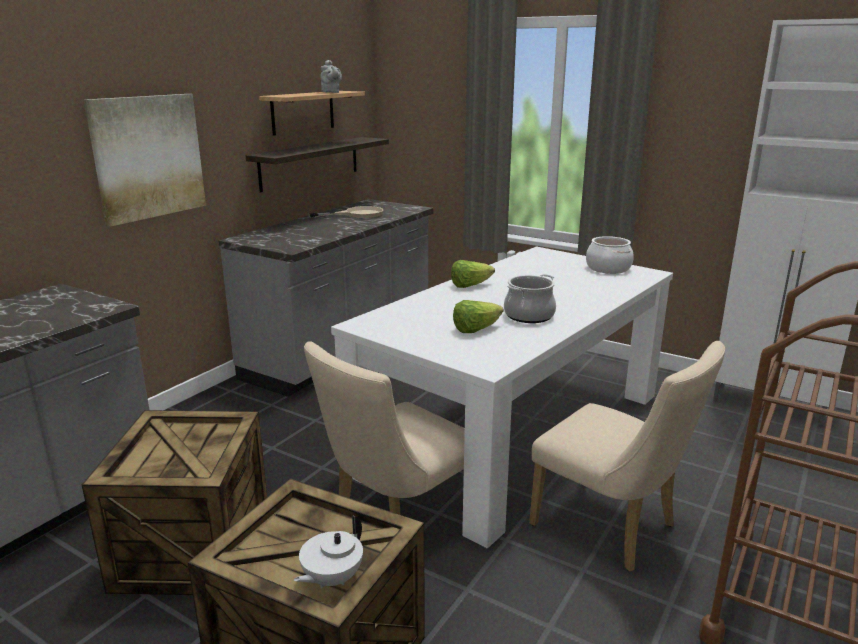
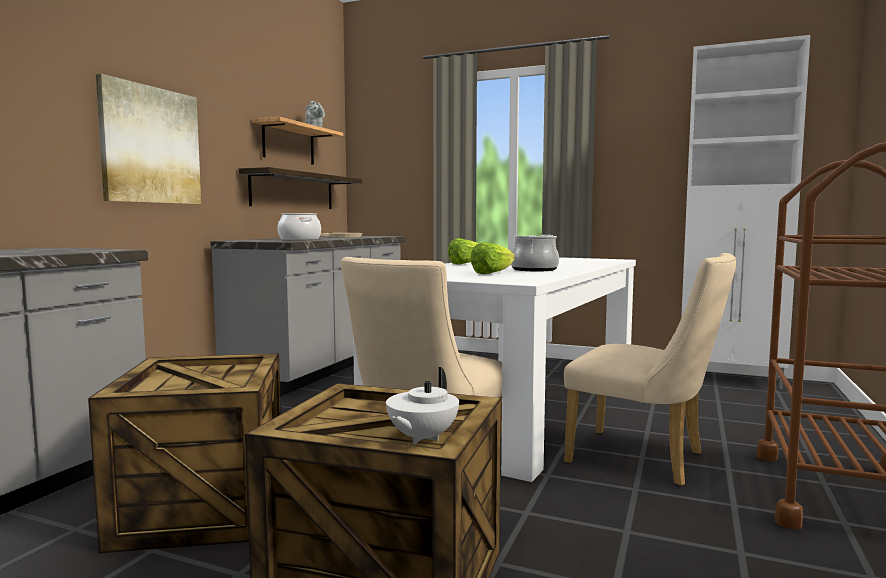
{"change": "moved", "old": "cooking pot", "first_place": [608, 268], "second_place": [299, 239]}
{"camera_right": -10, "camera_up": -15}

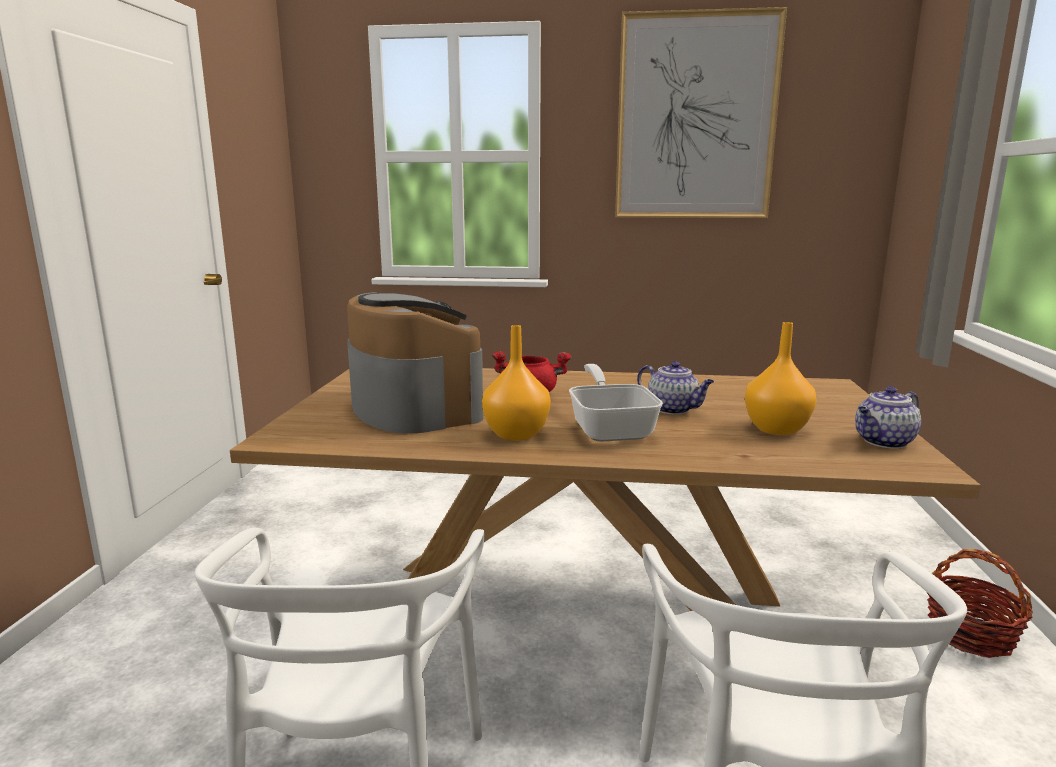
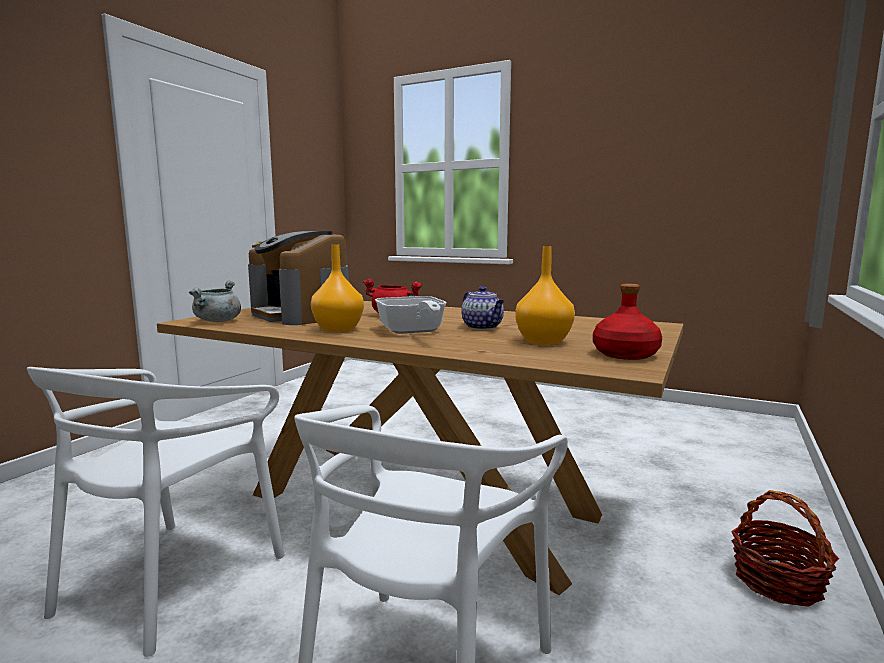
{"change": "added", "new": "cooking pot/gray", "second_place": [218, 321]}
{"change": "turned", "old": "coffee maker", "first_place": [413, 407], "second_place": [302, 315], "degrees": 150}
{"change": "turned", "old": "skillet", "first_place": [610, 428], "second_place": [412, 332], "degrees": 150}
{"change": "replaced", "old": "teapot", "new": "bottle/red", "first_place": [884, 442], "second_place": [625, 354]}
{"change": "removed", "old": "wall art", "first_place": [696, 118]}
{"camera_right": 20, "camera_up": -5}

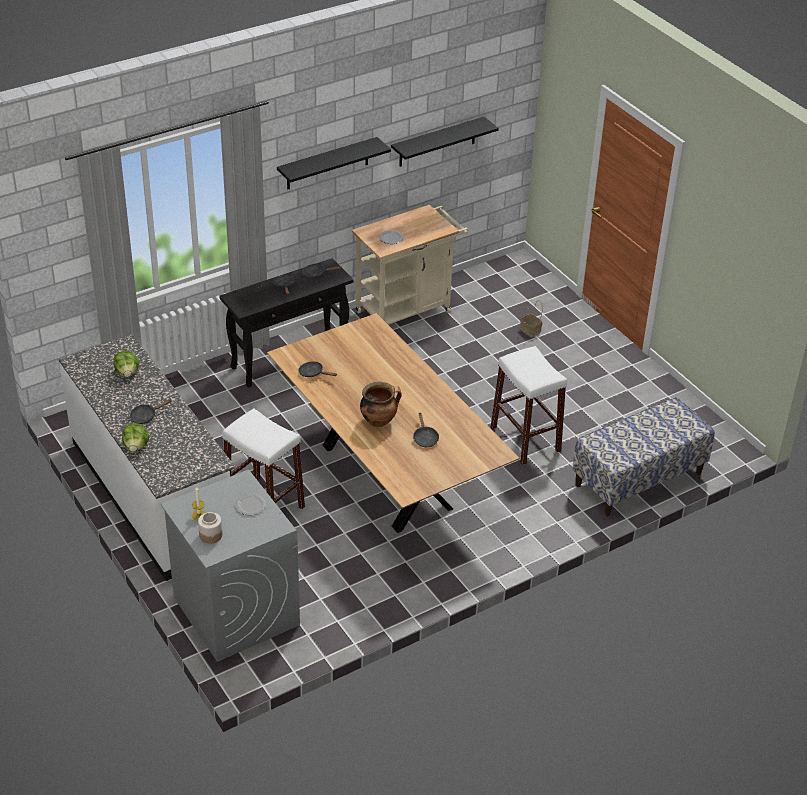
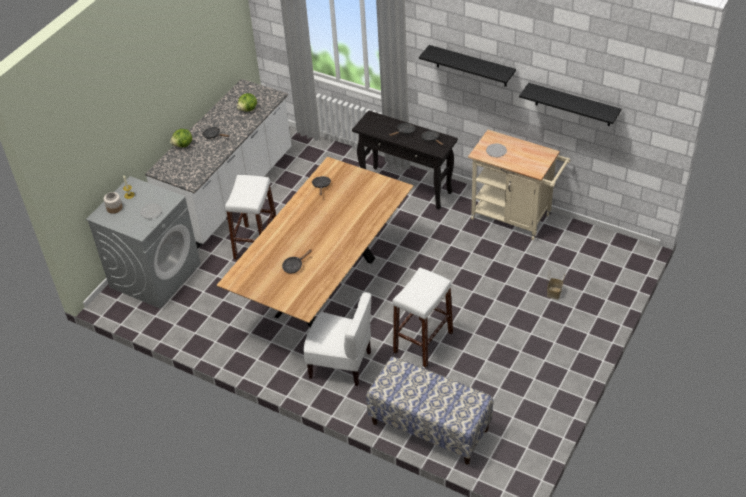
{"change": "added", "new": "plain chair/white-coloured", "second_place": [341, 364]}
{"change": "removed", "old": "cooking pot", "first_place": [379, 421]}
{"camera_right": 65, "camera_up": 5}

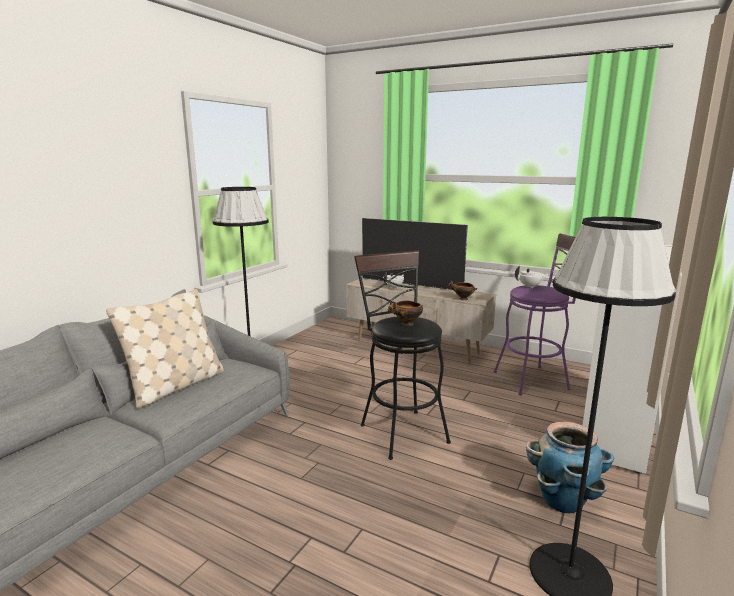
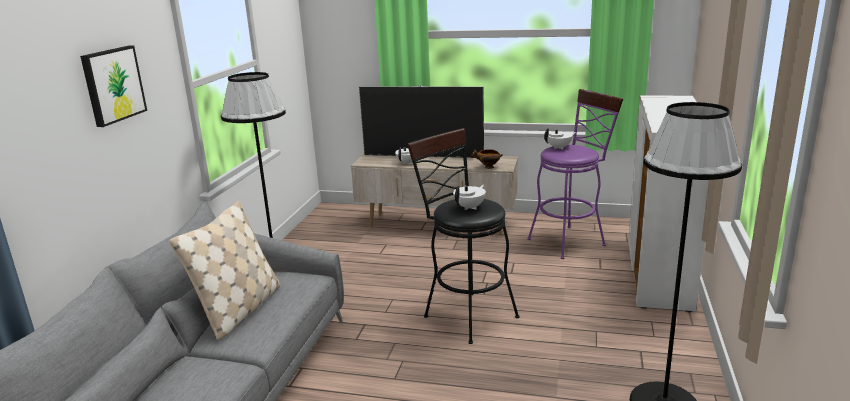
{"change": "added", "new": "wall art", "second_place": [112, 85]}
{"change": "replaced", "old": "bowl", "new": "teapot/white-coloured", "first_place": [406, 324], "second_place": [470, 207]}
{"change": "removed", "old": "planter", "first_place": [562, 501]}
{"camera_right": -15, "camera_up": 5}

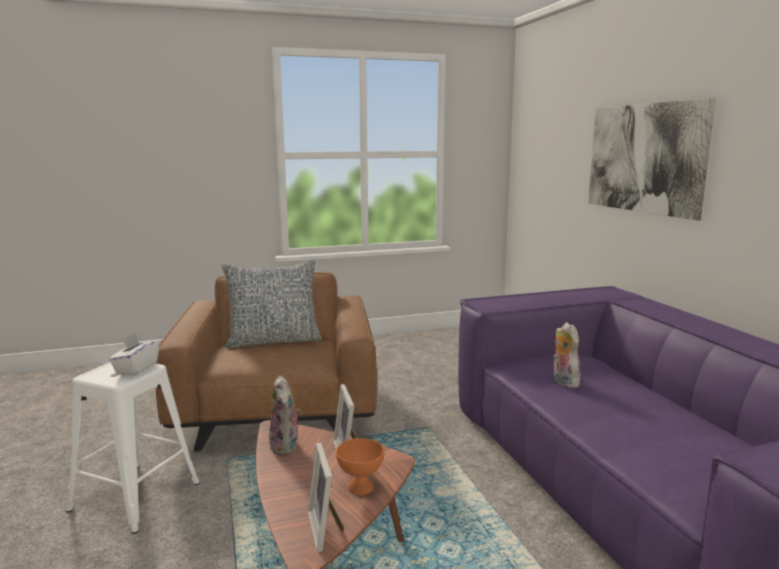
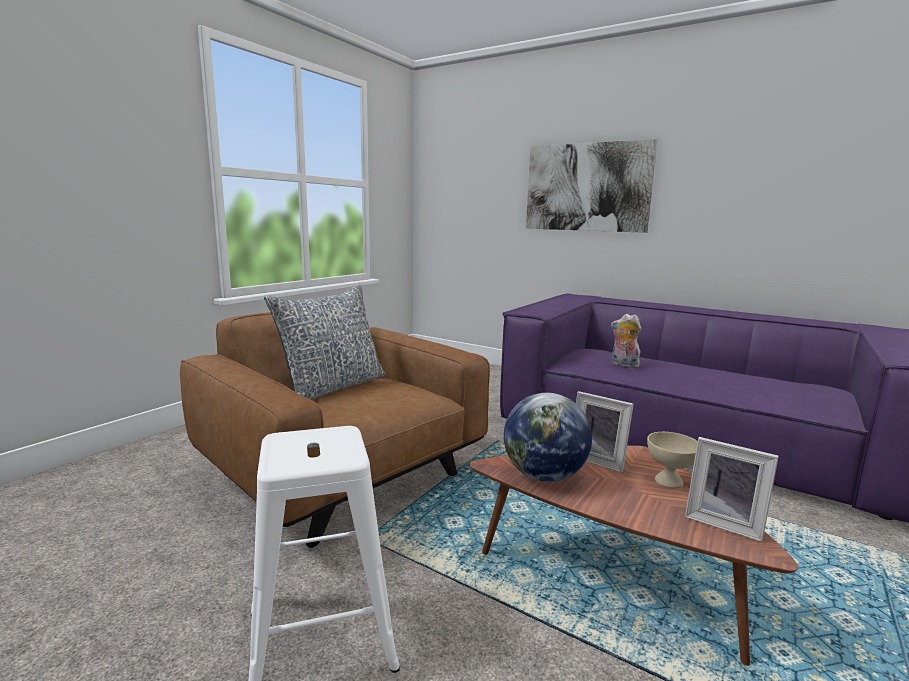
{"change": "replaced", "old": "cuddly toy", "new": "globe", "first_place": [286, 446], "second_place": [543, 476]}
{"change": "recoloured", "old": "bowl/orange-coloured", "new": "bowl/beige-coloured", "first_place": [359, 487], "second_place": [668, 482]}
{"change": "removed", "old": "tissue holder/white-coloured", "first_place": [136, 368]}
{"camera_right": -40, "camera_up": 0}

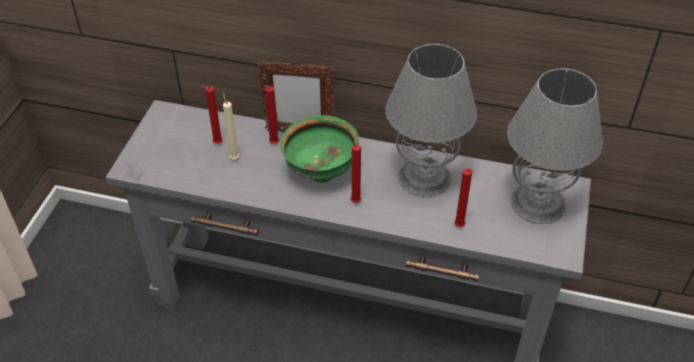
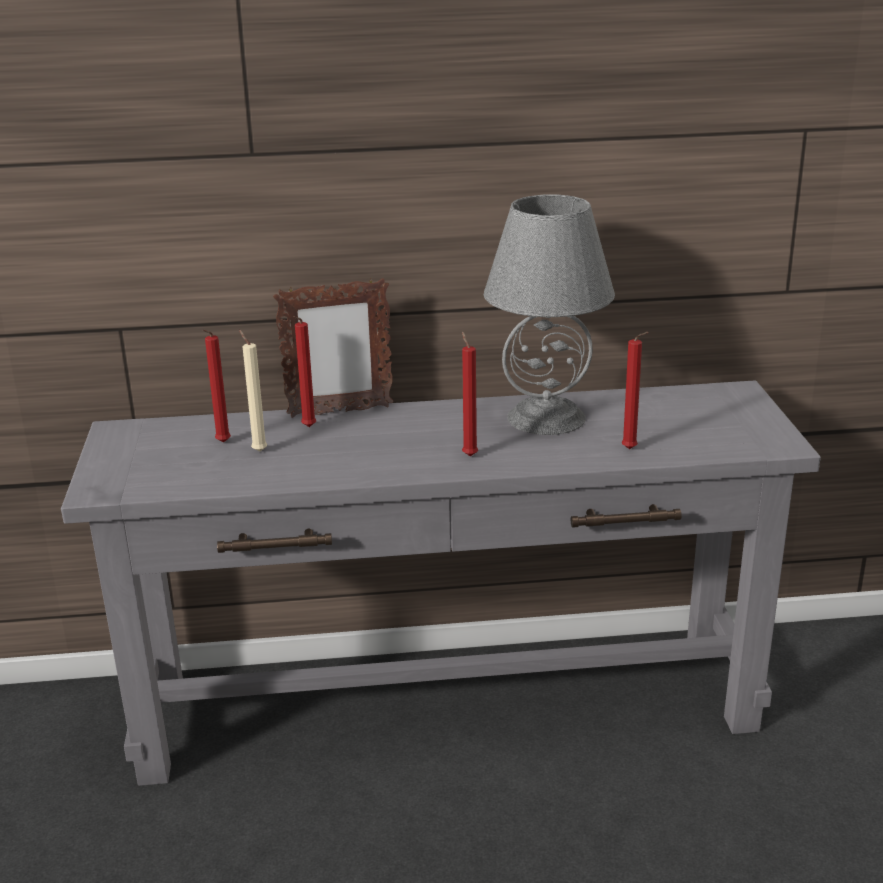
{"change": "removed", "old": "bowl/green", "first_place": [321, 173]}
{"change": "removed", "old": "lamp for a table/gray", "first_place": [538, 202]}
{"camera_right": -20, "camera_up": -20}

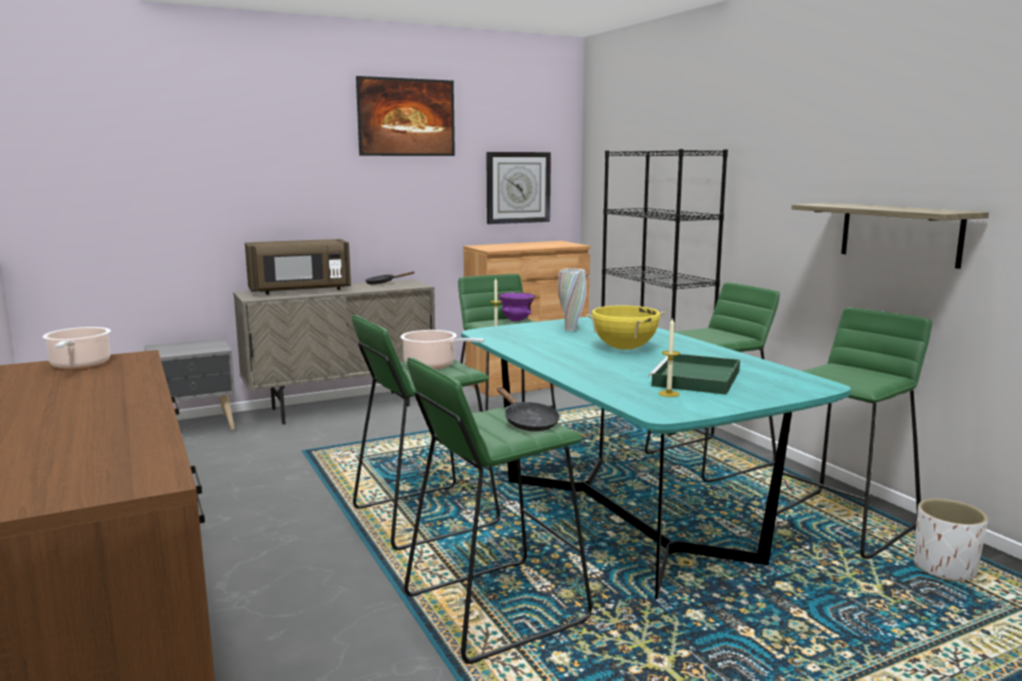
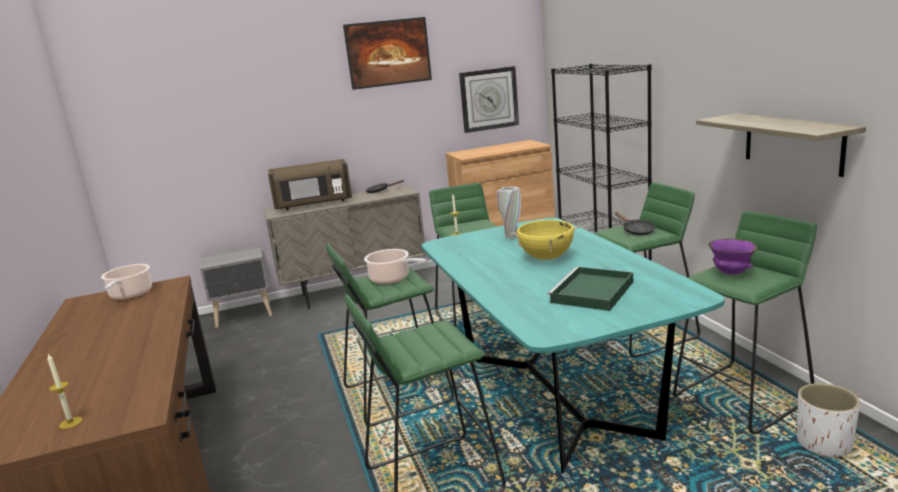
{"change": "moved", "old": "wax candle", "first_place": [668, 393], "second_place": [70, 423]}
{"change": "moved", "old": "skillet/black-coloured", "first_place": [528, 422], "second_place": [636, 231]}
{"change": "moved", "old": "bowl/purplish", "first_place": [516, 321], "second_place": [731, 273]}
{"camera_right": 10, "camera_up": 5}

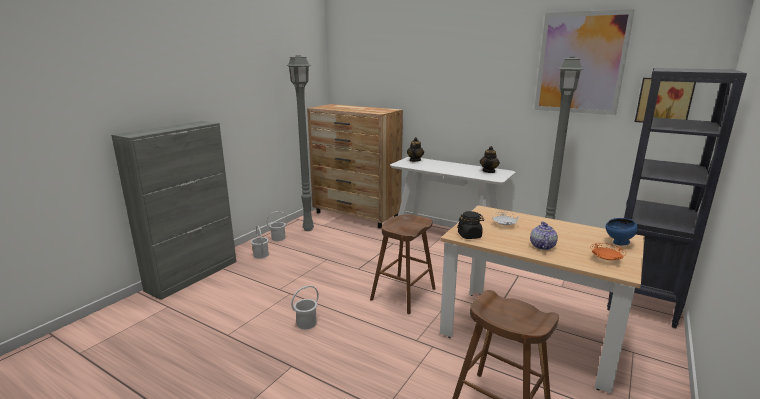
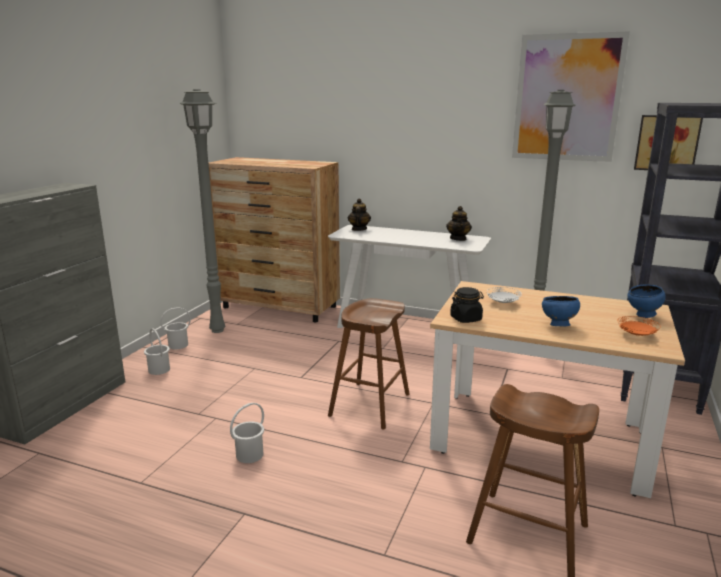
{"change": "replaced", "old": "teapot", "new": "bowl/bluish", "first_place": [542, 246], "second_place": [557, 325]}
{"camera_right": -10, "camera_up": 0}

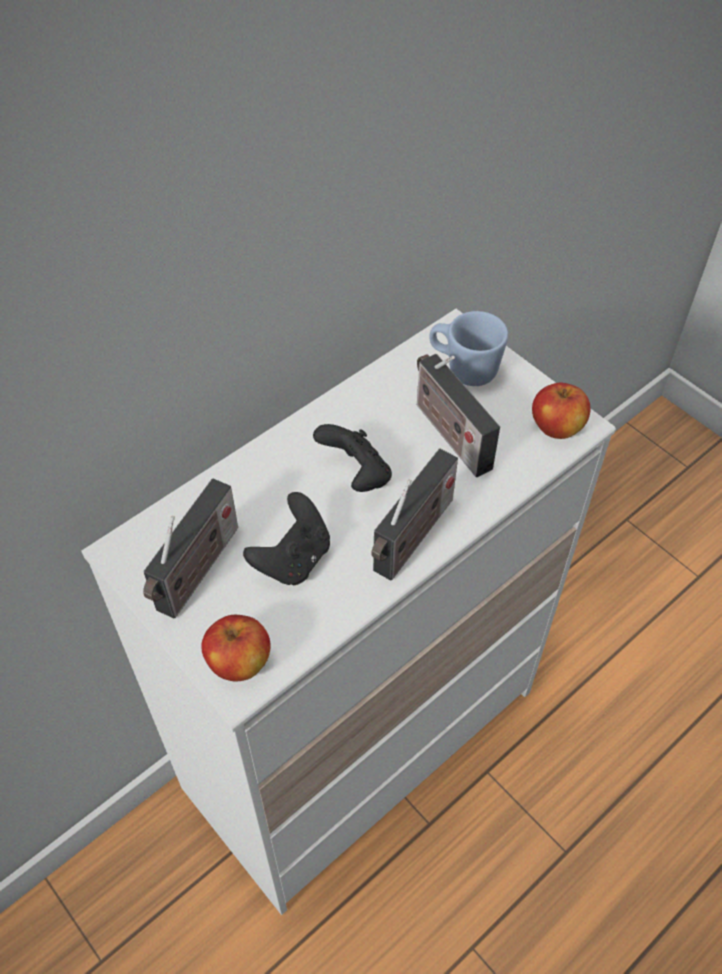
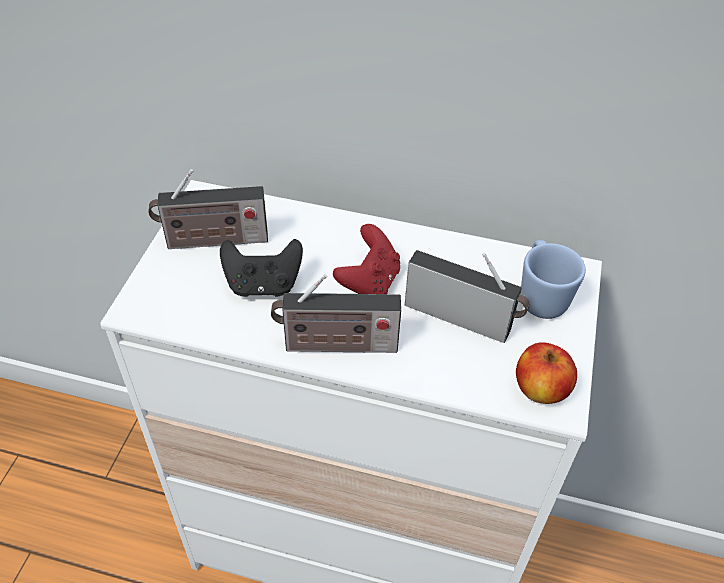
{"change": "recoloured", "old": "game controller/black-coloured", "new": "game controller/red", "first_place": [356, 475], "second_place": [369, 282]}
{"change": "turned", "old": "radio", "first_place": [449, 433], "second_place": [463, 318], "degrees": 90}
{"change": "removed", "old": "apple fruit", "first_place": [240, 662]}
{"camera_right": 55, "camera_up": -5}

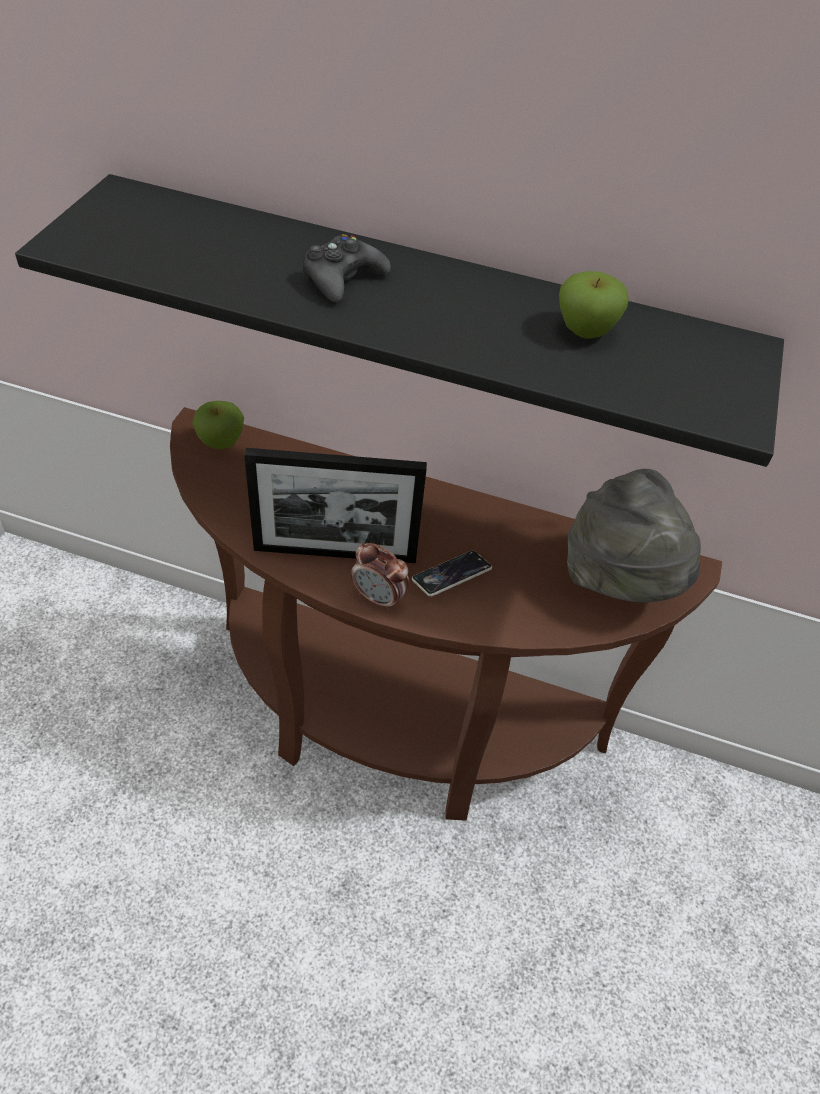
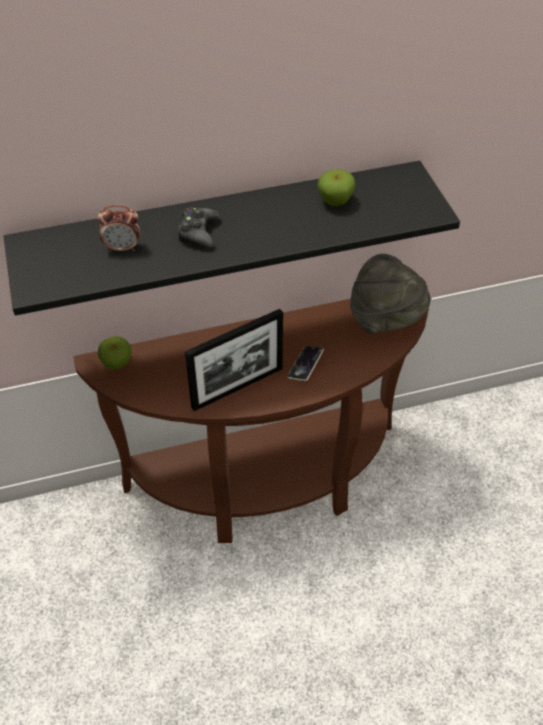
{"change": "moved", "old": "bedside clock", "first_place": [379, 598], "second_place": [123, 248]}
{"camera_right": -30, "camera_up": 0}

